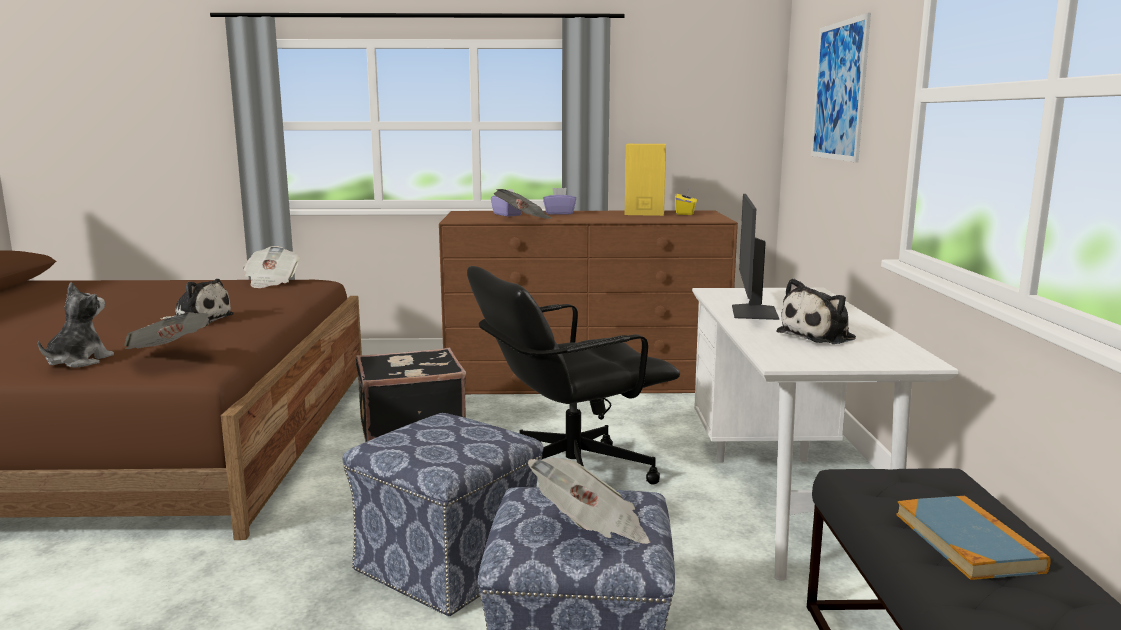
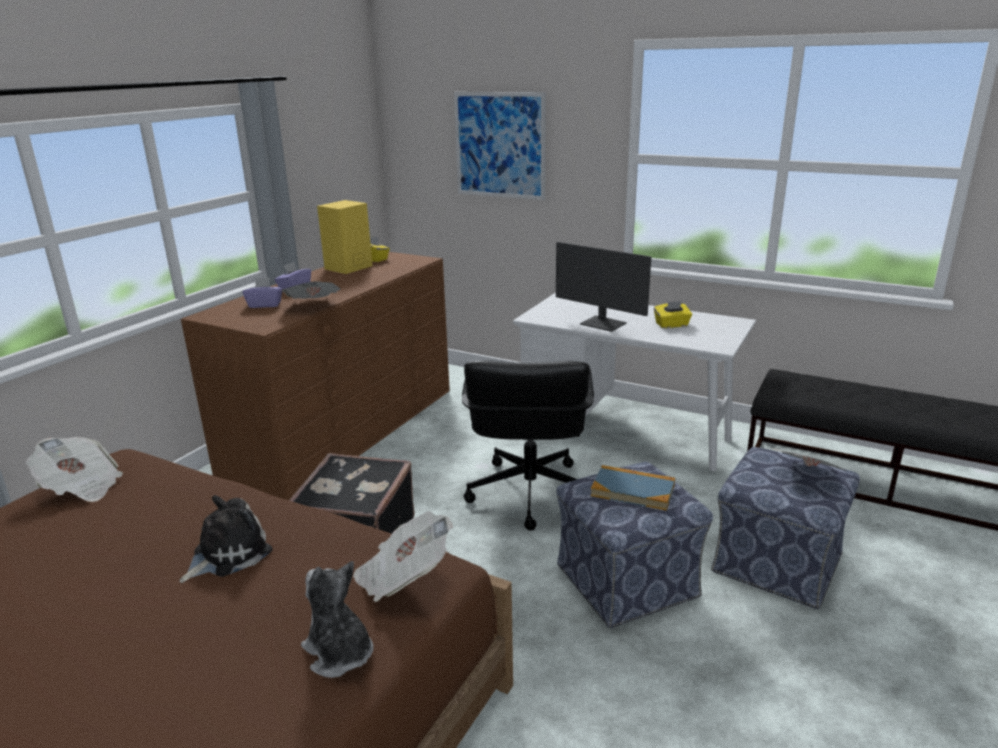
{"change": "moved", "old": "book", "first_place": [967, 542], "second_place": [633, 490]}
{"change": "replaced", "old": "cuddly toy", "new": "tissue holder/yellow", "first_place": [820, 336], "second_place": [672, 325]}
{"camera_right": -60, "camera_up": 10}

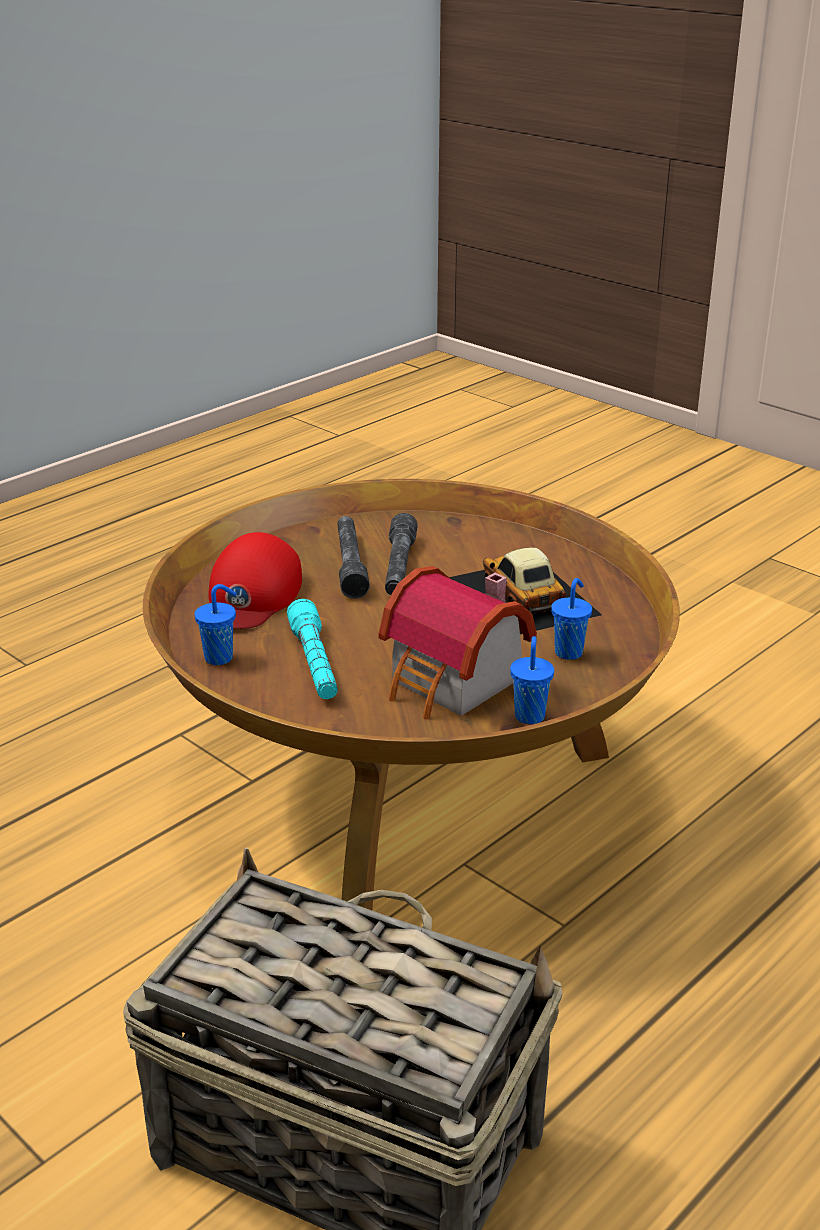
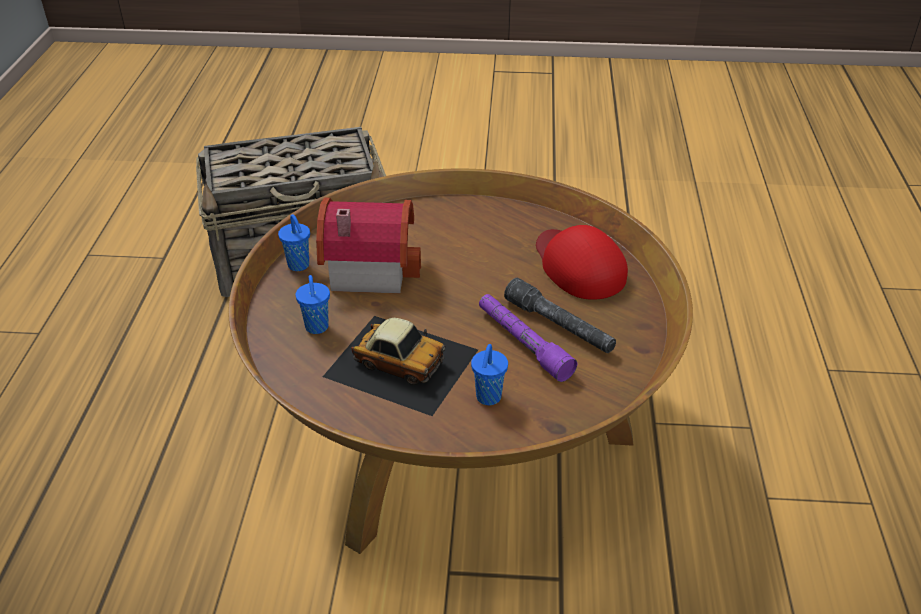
{"change": "moved", "old": "cup/bluish", "first_place": [220, 658], "second_place": [488, 398]}
{"change": "recoloured", "old": "torch/gray", "new": "torch/purplish", "first_place": [399, 567], "second_place": [523, 343]}
{"change": "removed", "old": "torch/turquoise-coloured", "first_place": [314, 663]}
{"camera_right": 140, "camera_up": 10}

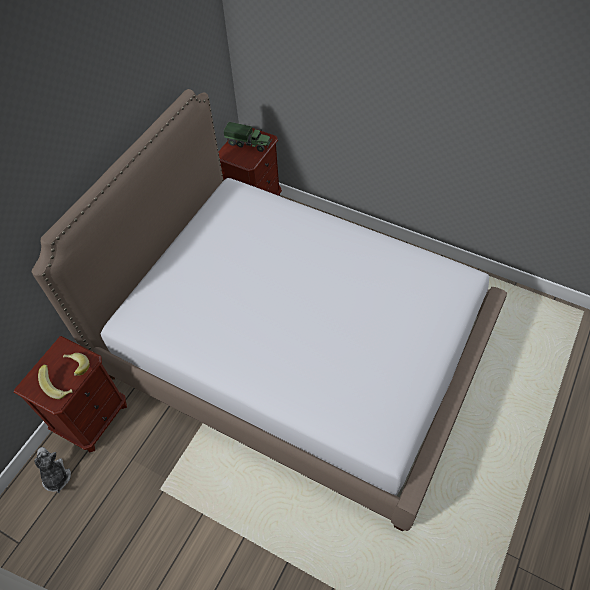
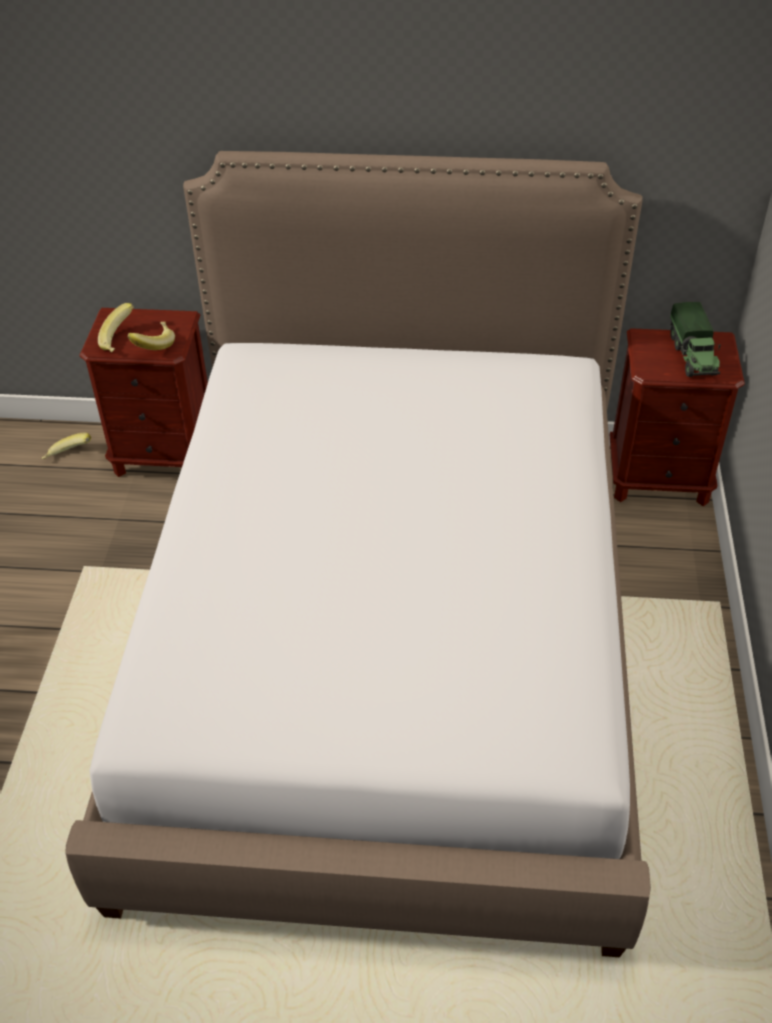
{"change": "replaced", "old": "cuddly toy", "new": "banana fruit", "first_place": [56, 477], "second_place": [69, 457]}
{"camera_right": 65, "camera_up": -10}

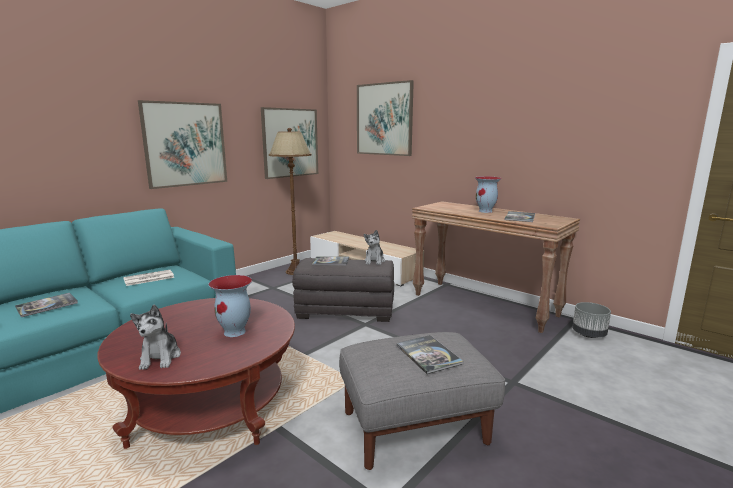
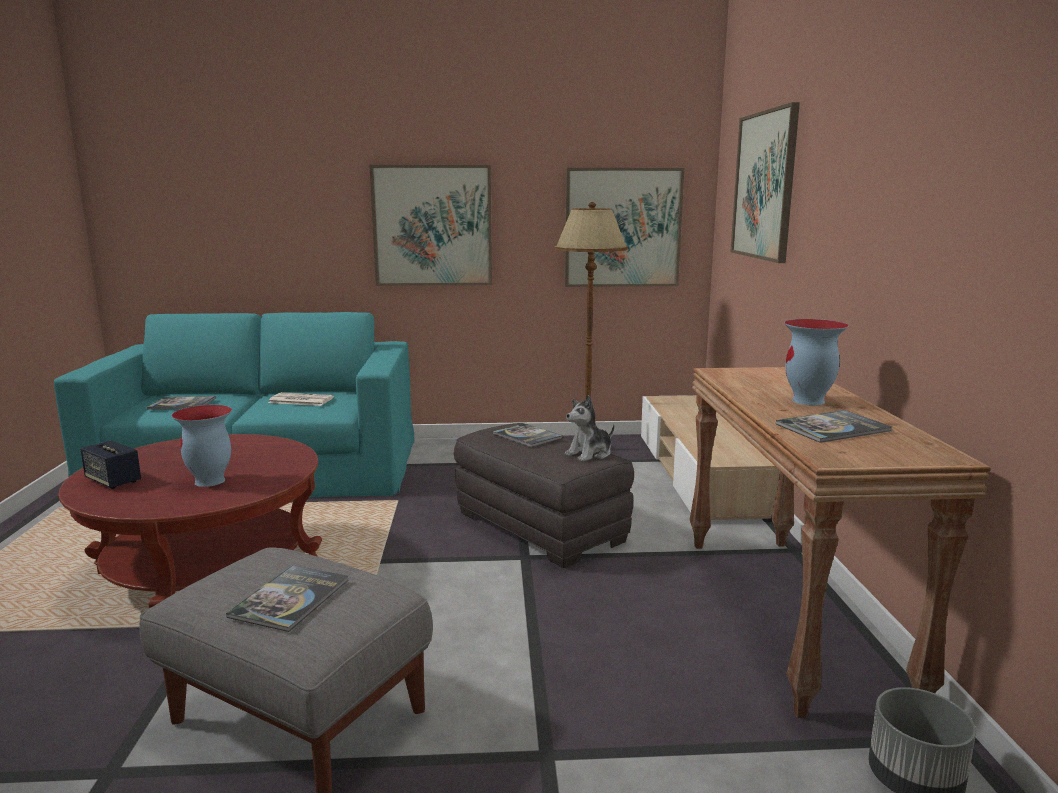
{"change": "replaced", "old": "cuddly toy", "new": "speaker", "first_place": [160, 358], "second_place": [113, 481]}
{"camera_right": 45, "camera_up": 0}

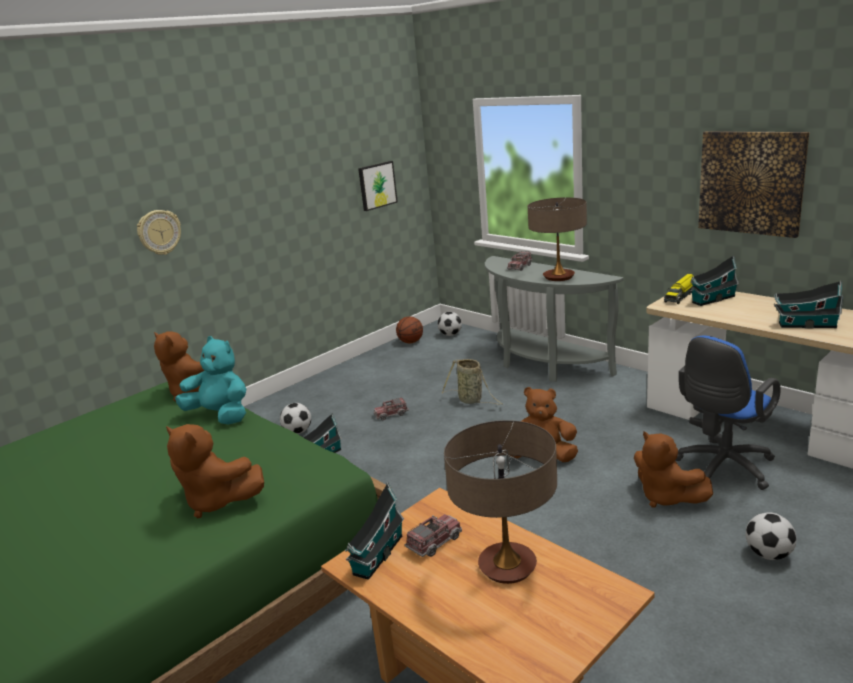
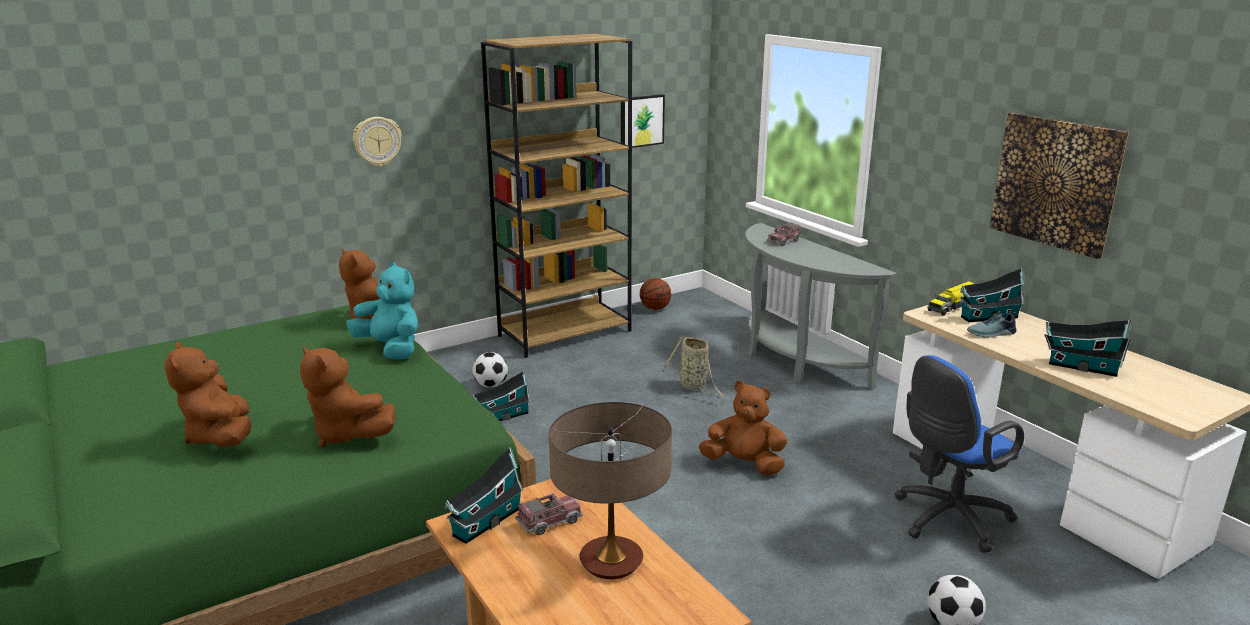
{"change": "moved", "old": "cuddly toy/brownish", "first_place": [666, 497], "second_place": [220, 437]}
{"change": "added", "new": "bookshelf/brownish", "second_place": [565, 333]}
{"change": "added", "new": "item of footwear", "second_place": [992, 334]}
{"change": "removed", "old": "toy lorry", "first_place": [391, 414]}
{"change": "removed", "old": "football", "first_place": [450, 335]}
{"change": "removed", "old": "lamp for a table", "first_place": [558, 277]}
{"camera_right": 10, "camera_up": 0}

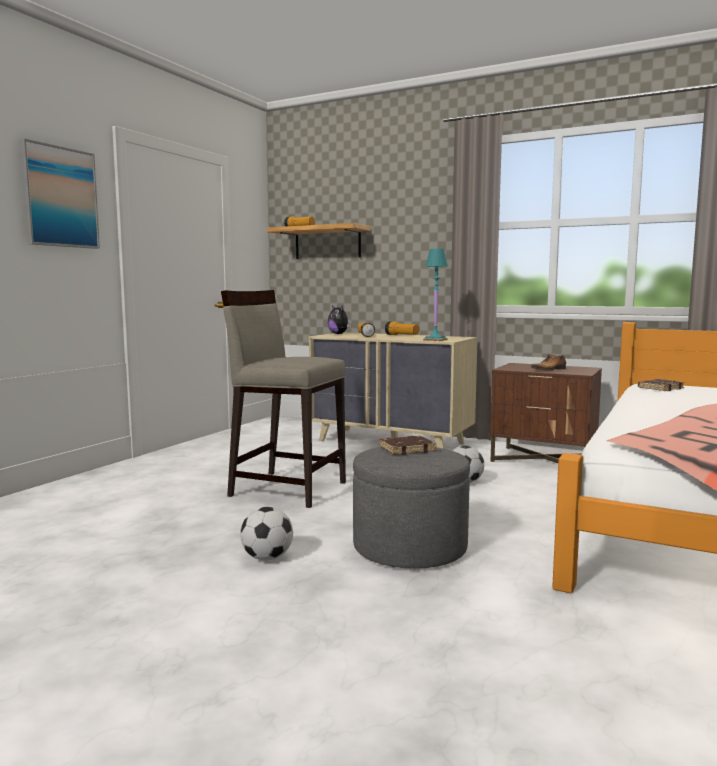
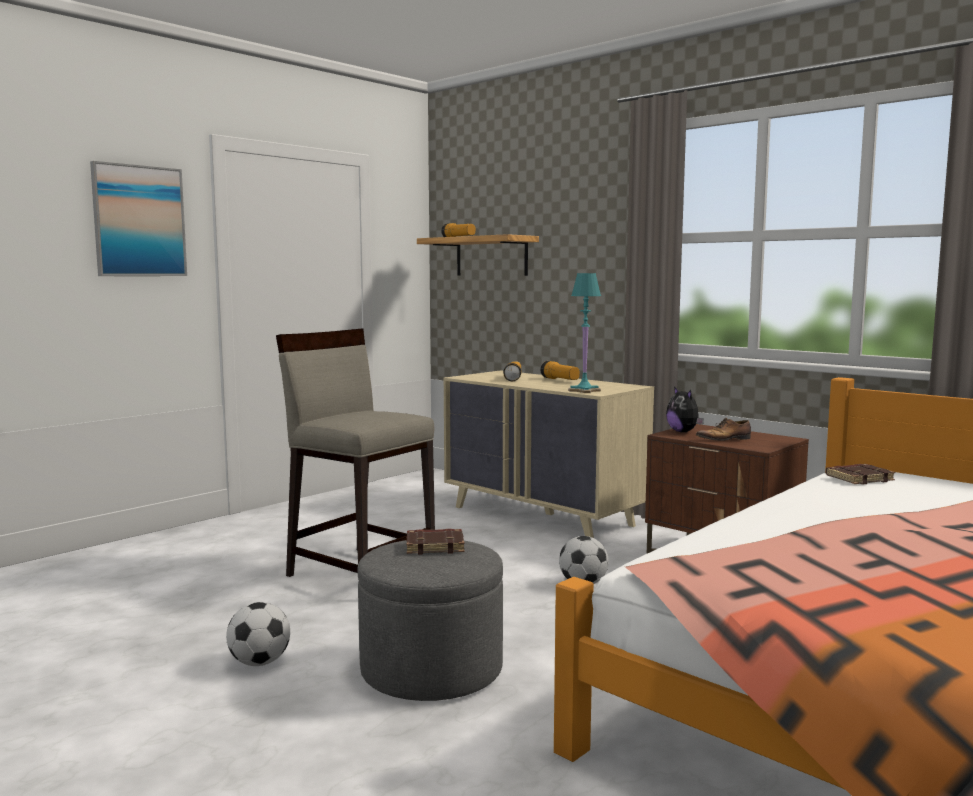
{"change": "moved", "old": "cuddly toy", "first_place": [339, 334], "second_place": [683, 432]}
{"camera_right": 15, "camera_up": 0}

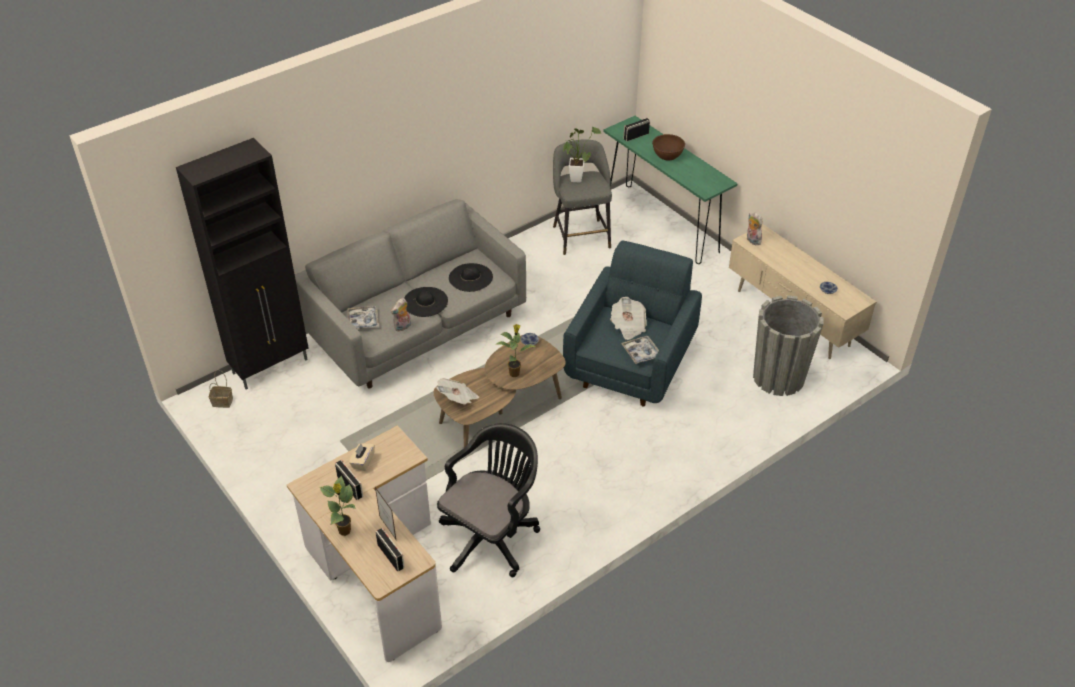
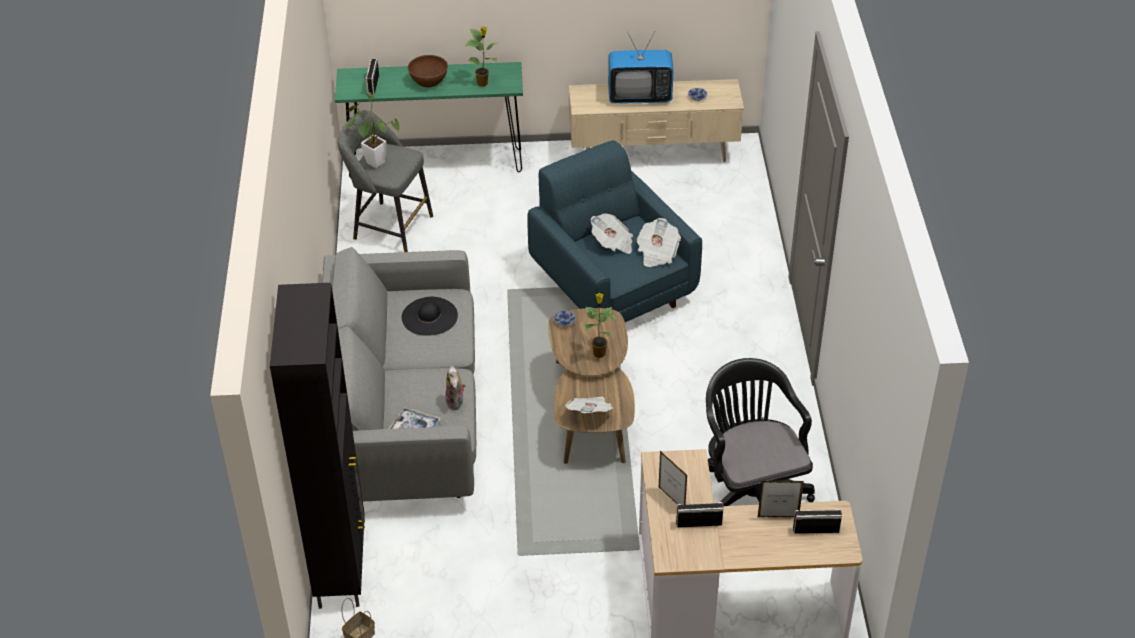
{"change": "moved", "old": "houseplant", "first_place": [345, 531], "second_place": [483, 83]}
{"change": "added", "new": "television", "second_place": [639, 96]}
{"change": "replaced", "old": "tray", "new": "newspaper", "first_place": [641, 353], "second_place": [657, 253]}
{"change": "replaced", "old": "tissue holder/beige-coloured", "new": "picture frame", "first_place": [362, 461], "second_place": [671, 499]}
{"change": "removed", "old": "hat/black-coloured", "first_place": [425, 302]}
{"change": "removed", "old": "cuddly toy", "first_place": [752, 240]}
{"change": "removed", "old": "planter/gray", "first_place": [778, 377]}
{"camera_right": -55, "camera_up": 0}

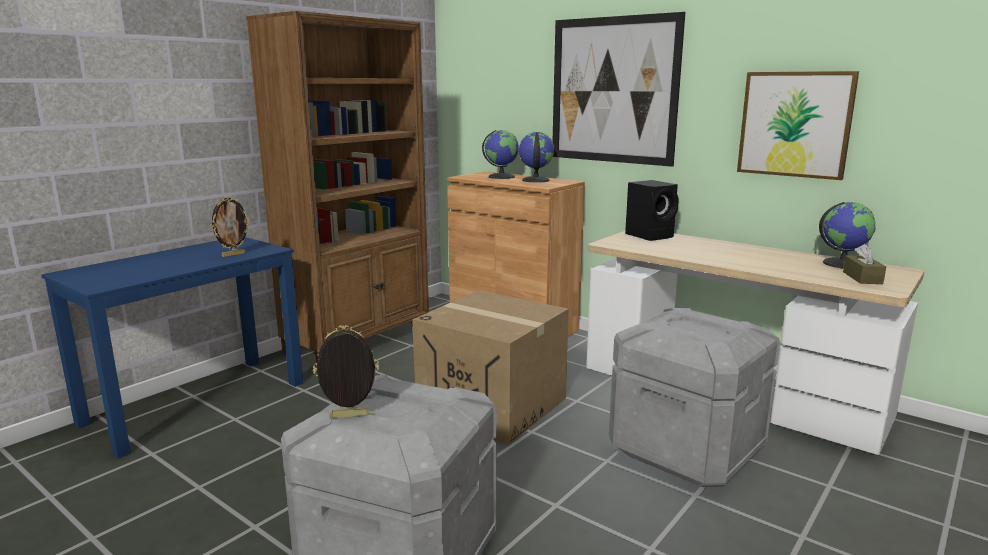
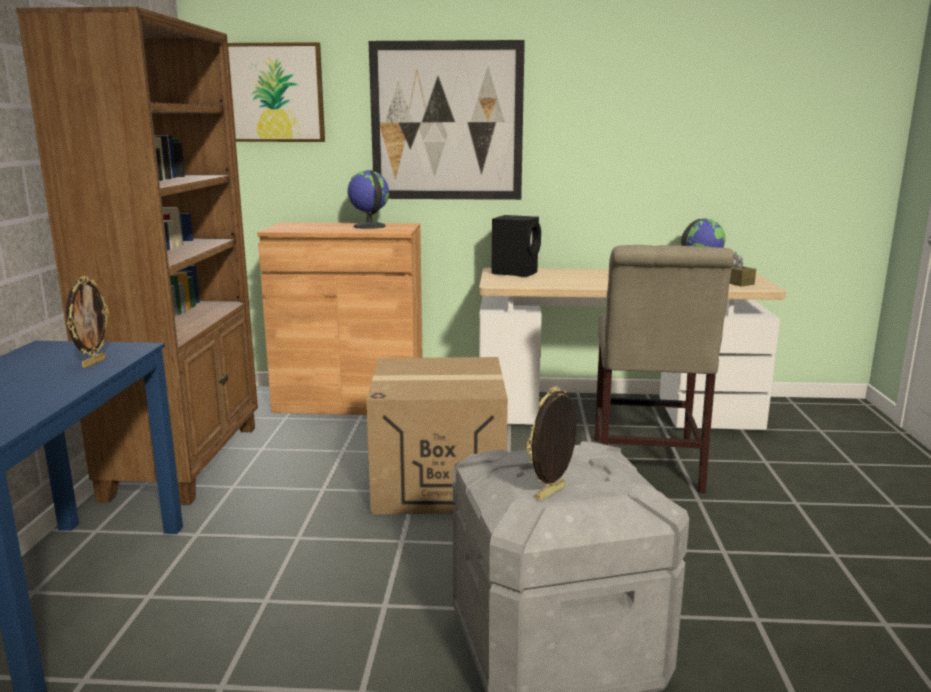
{"change": "moved", "old": "wall art", "first_place": [795, 124], "second_place": [276, 93]}
{"change": "replaced", "old": "storage container/gray", "new": "plain chair/beige-coloured", "first_place": [685, 449], "second_place": [645, 467]}
{"change": "removed", "old": "globe", "first_place": [501, 176]}
{"camera_right": -35, "camera_up": 0}

